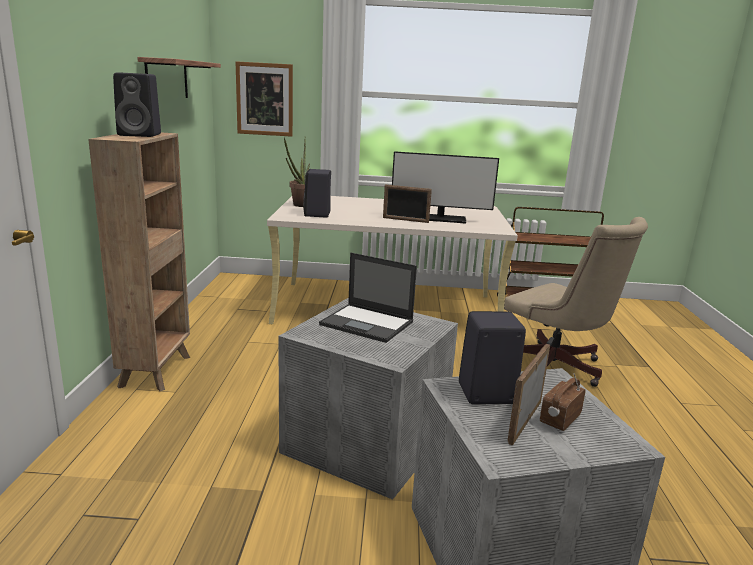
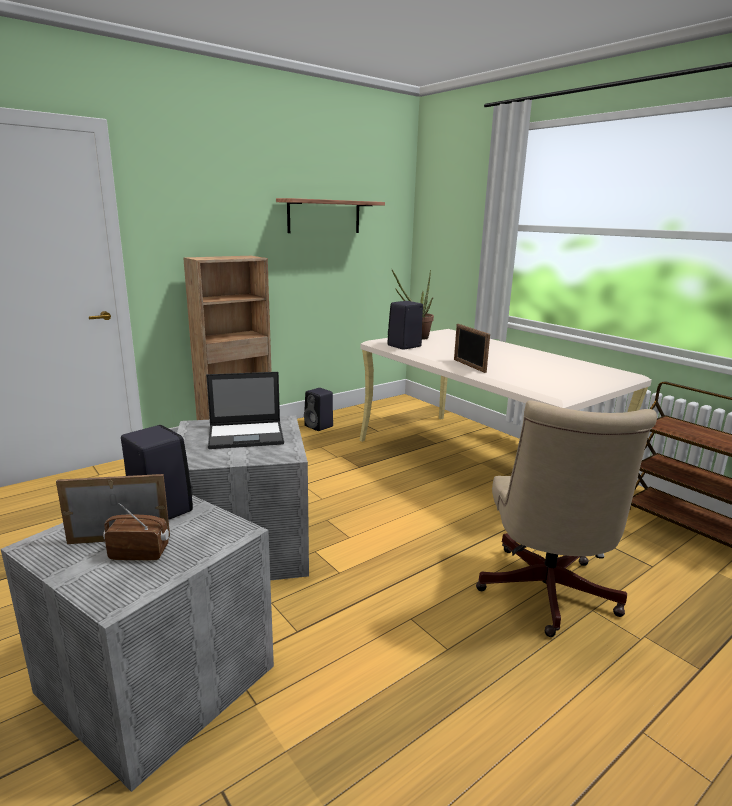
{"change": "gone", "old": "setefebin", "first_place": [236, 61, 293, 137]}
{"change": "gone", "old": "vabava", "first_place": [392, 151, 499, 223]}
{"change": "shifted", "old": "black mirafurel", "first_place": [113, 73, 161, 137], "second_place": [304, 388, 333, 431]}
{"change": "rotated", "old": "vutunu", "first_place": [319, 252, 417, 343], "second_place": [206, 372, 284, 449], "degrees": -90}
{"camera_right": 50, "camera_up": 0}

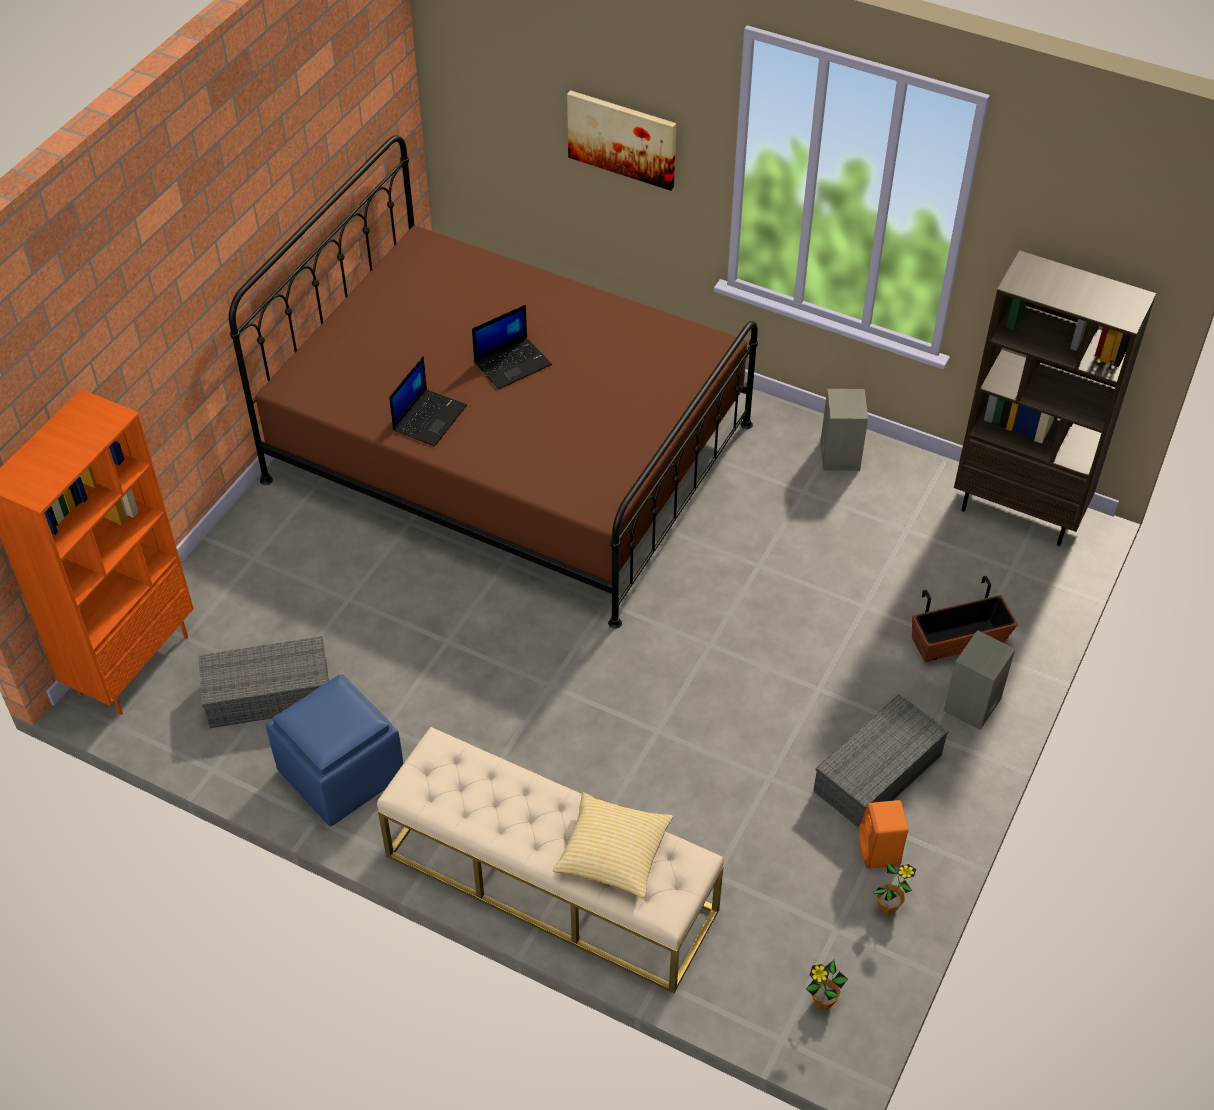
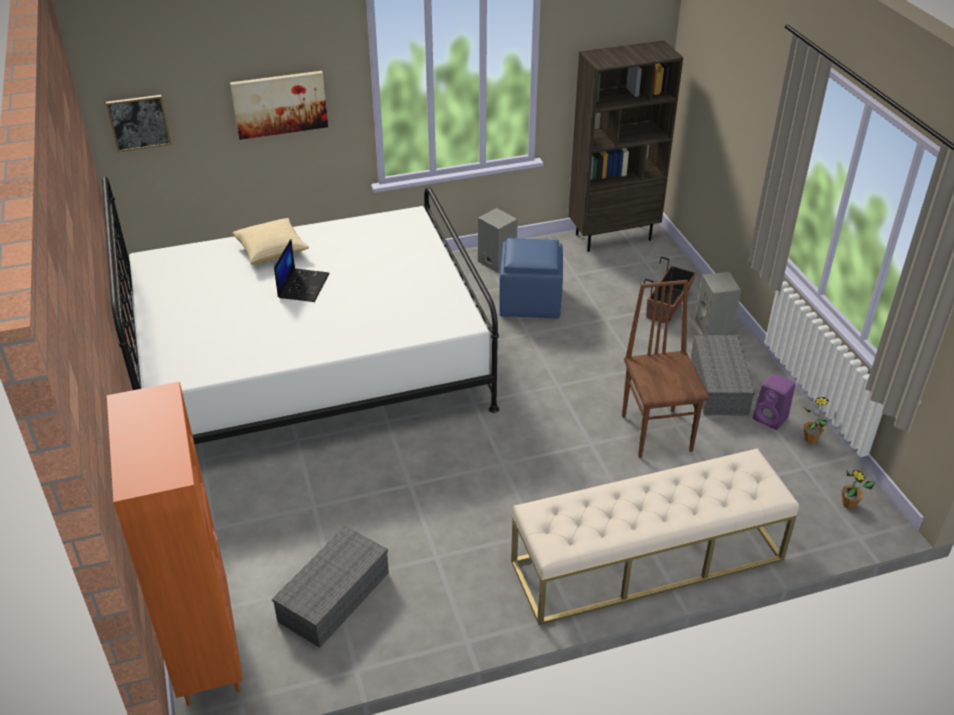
{"change": "gone", "old": "vutunu", "first_place": [389, 356, 467, 446]}
{"change": "new", "new": "setefebin", "second_place": [106, 95, 172, 152]}
{"change": "new", "new": "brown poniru", "second_place": [622, 280, 709, 458]}
{"change": "shifted", "old": "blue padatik", "first_place": [266, 674, 403, 826], "second_place": [499, 238, 563, 319]}
{"change": "shifted", "old": "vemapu", "first_place": [553, 792, 673, 898], "second_place": [232, 218, 309, 264]}
{"change": "repainted", "old": "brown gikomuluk", "new": "white gikomuluk", "first_place": [229, 136, 758, 629], "second_place": [102, 176, 499, 444]}
{"change": "repainted", "old": "orange mirafurel", "new": "purple mirafurel", "first_place": [859, 800, 908, 869], "second_place": [753, 373, 796, 430]}
{"camera_right": -45, "camera_up": -10}

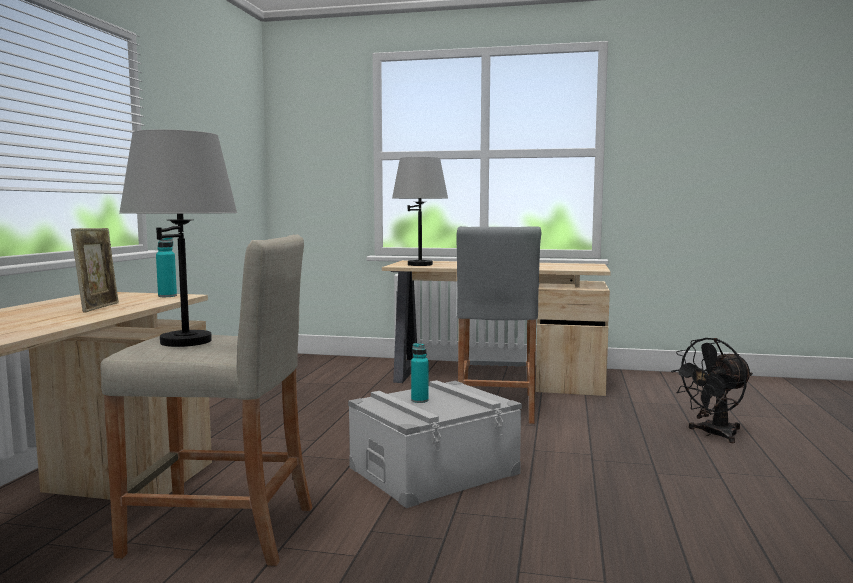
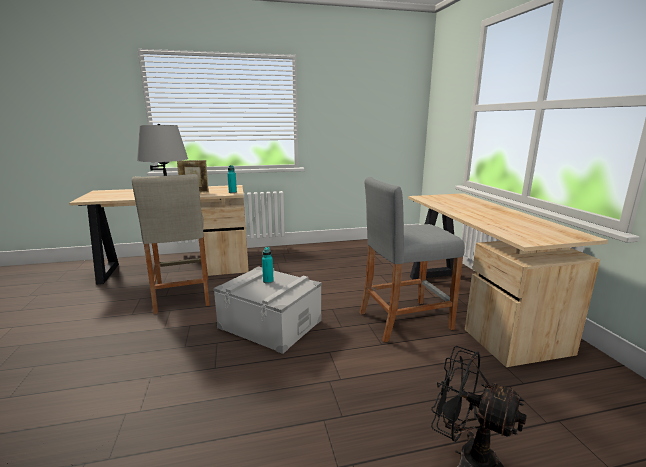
{"change": "gone", "old": "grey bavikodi", "first_place": [392, 157, 448, 266]}
{"camera_right": 65, "camera_up": 10}

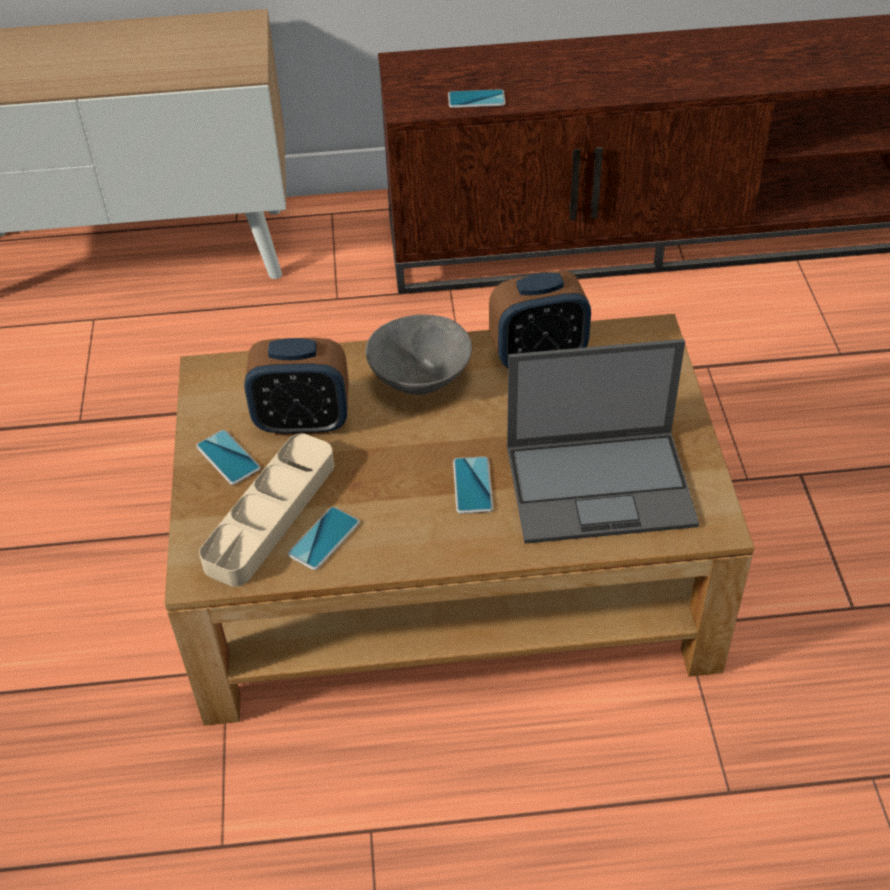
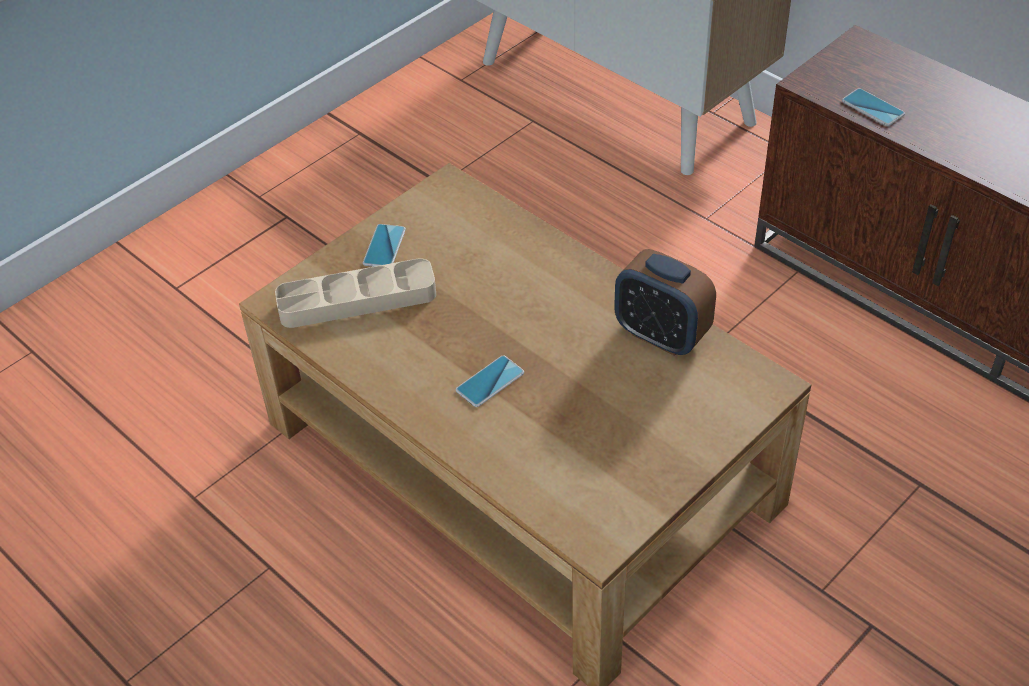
{"change": "gone", "old": "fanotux", "first_place": [244, 338, 349, 435]}
{"change": "gone", "old": "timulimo", "first_place": [288, 507, 360, 570]}
{"change": "gone", "old": "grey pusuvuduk", "first_place": [365, 314, 472, 395]}
{"change": "gone", "old": "vutunu", "first_place": [507, 339, 699, 544]}
{"camera_right": 50, "camera_up": 0}

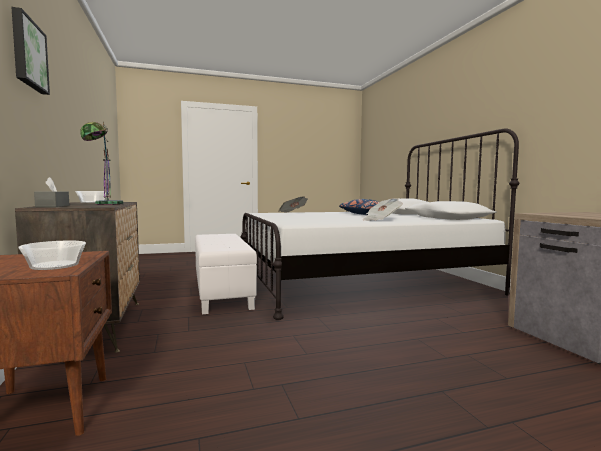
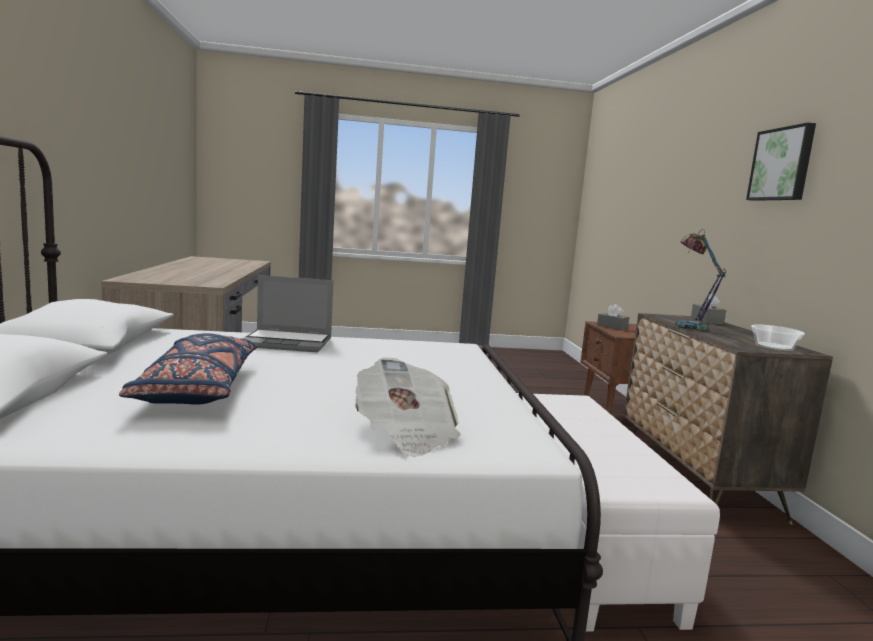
{"change": "swapped", "old": "pusuvuduk", "new": "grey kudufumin", "first_place": [18, 241, 86, 270], "second_place": [597, 304, 630, 330]}
{"change": "swapped", "old": "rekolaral", "new": "vutunu", "first_place": [362, 198, 403, 221], "second_place": [243, 275, 334, 352]}
{"camera_right": -170, "camera_up": 5}

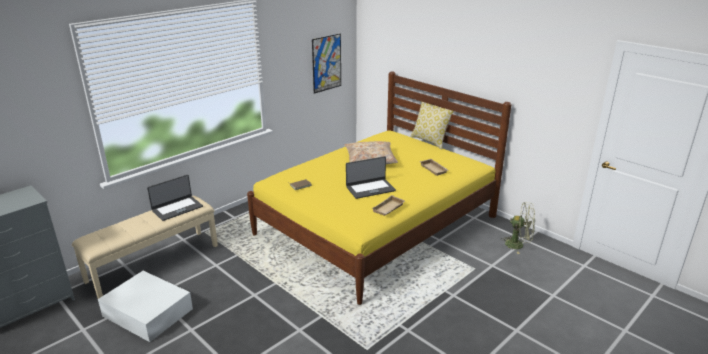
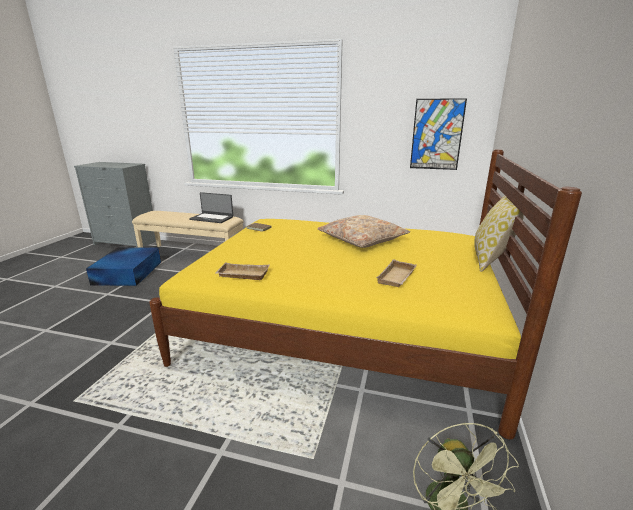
{"change": "gone", "old": "vutunu", "first_place": [346, 156, 396, 199]}
{"change": "repainted", "old": "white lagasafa", "new": "blue lagasafa", "first_place": [98, 271, 193, 342], "second_place": [86, 247, 161, 286]}
{"camera_right": 60, "camera_up": -5}

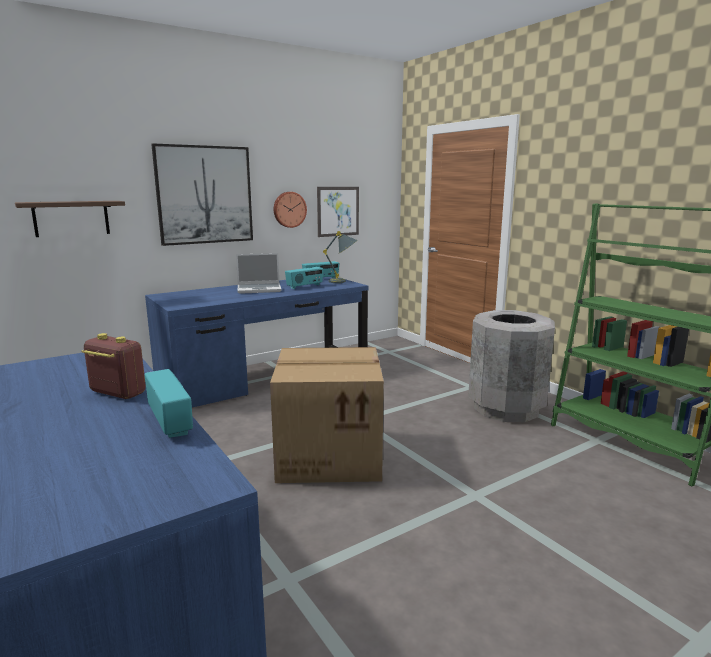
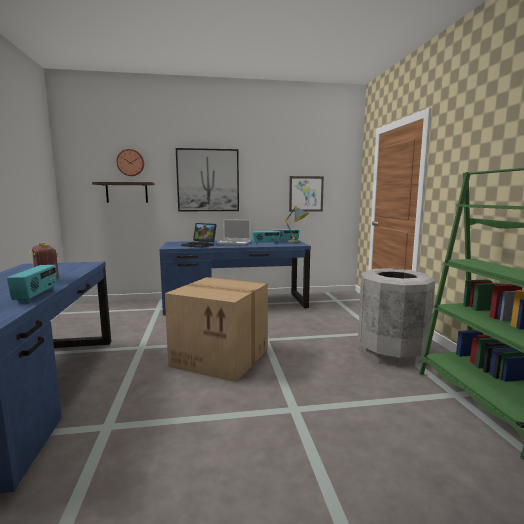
{"change": "new", "new": "vutunu", "second_place": [181, 223, 217, 248]}
{"change": "shifted", "old": "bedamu", "first_place": [274, 192, 307, 228], "second_place": [116, 149, 144, 176]}
{"camera_right": 25, "camera_up": -5}

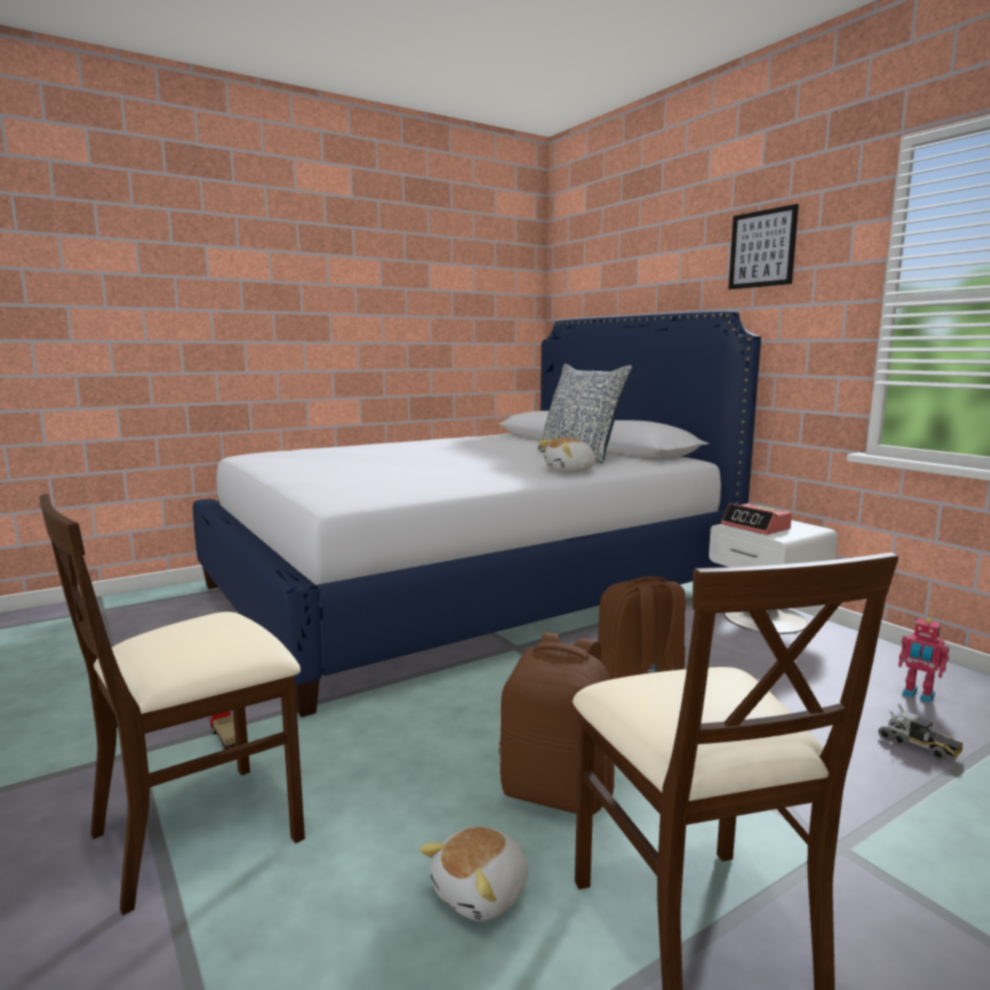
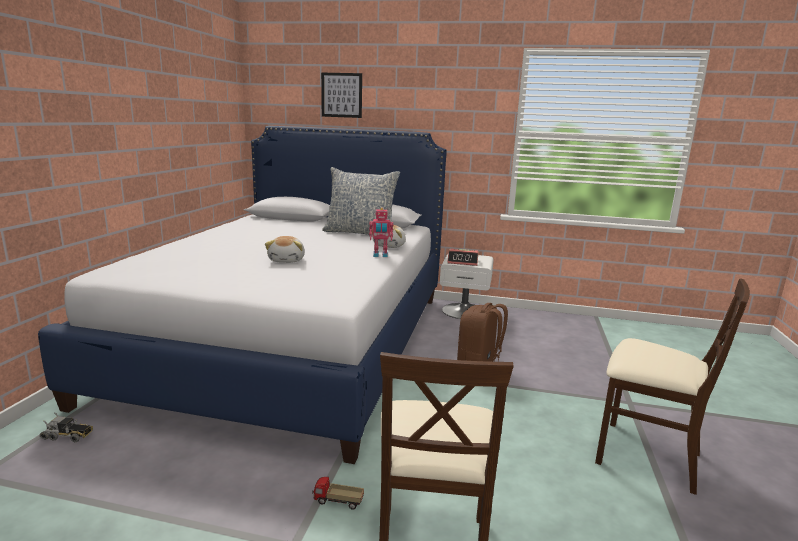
{"change": "gone", "old": "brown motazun", "first_place": [499, 632, 615, 815]}
{"change": "shifted", "old": "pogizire", "first_place": [419, 827, 528, 921], "second_place": [265, 236, 305, 263]}
{"change": "shifted", "old": "setefebin", "first_place": [728, 204, 799, 289], "second_place": [321, 72, 362, 118]}
{"change": "shifted", "old": "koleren", "first_place": [878, 704, 963, 761], "second_place": [40, 412, 93, 442]}
{"change": "shifted", "old": "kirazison", "first_place": [898, 617, 949, 703], "second_place": [369, 208, 393, 257]}
{"camera_right": -45, "camera_up": 5}

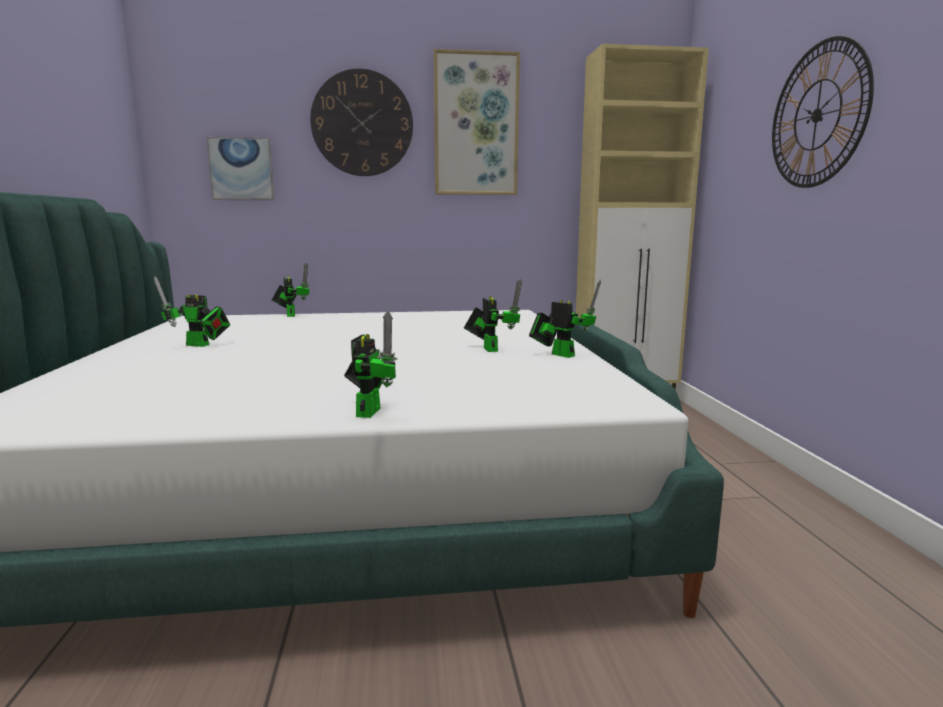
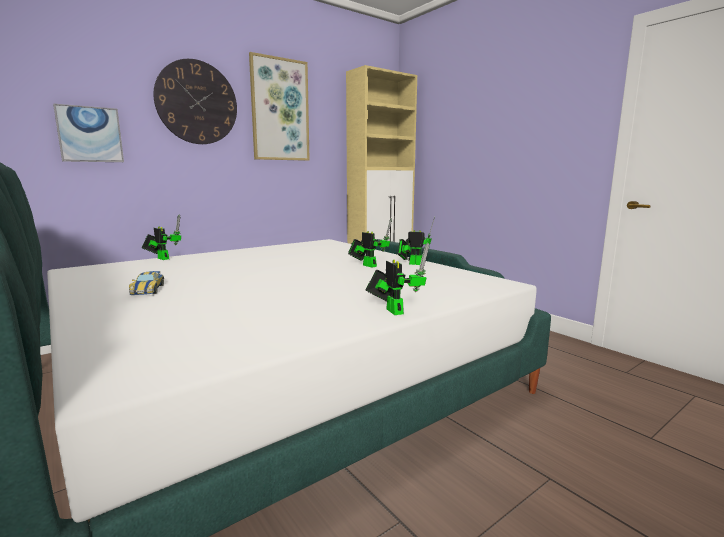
{"change": "gone", "old": "bedamu", "first_place": [772, 36, 874, 188]}
{"change": "swapped", "old": "kirazison", "new": "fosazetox", "first_place": [154, 276, 230, 347], "second_place": [129, 271, 164, 295]}
{"camera_right": -30, "camera_up": 0}

